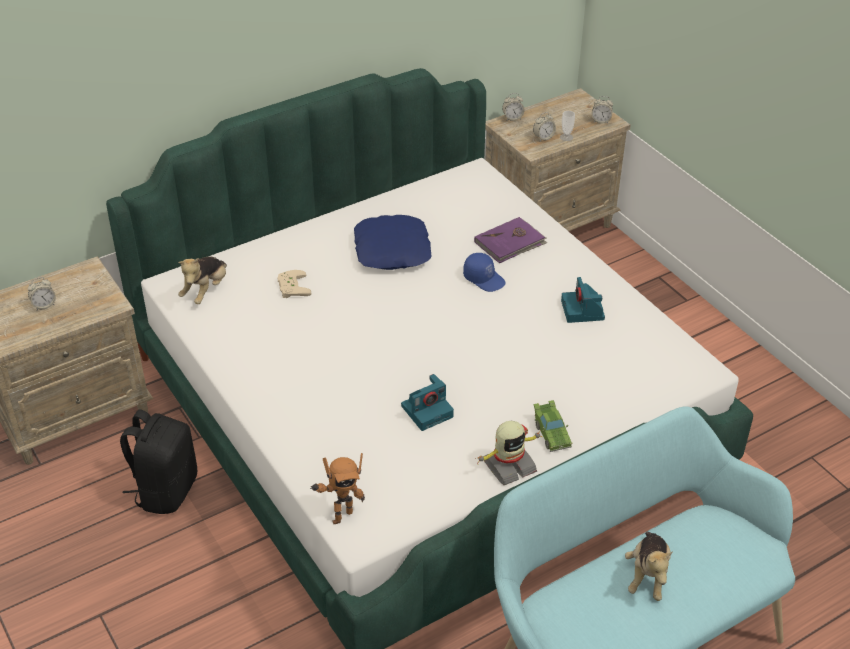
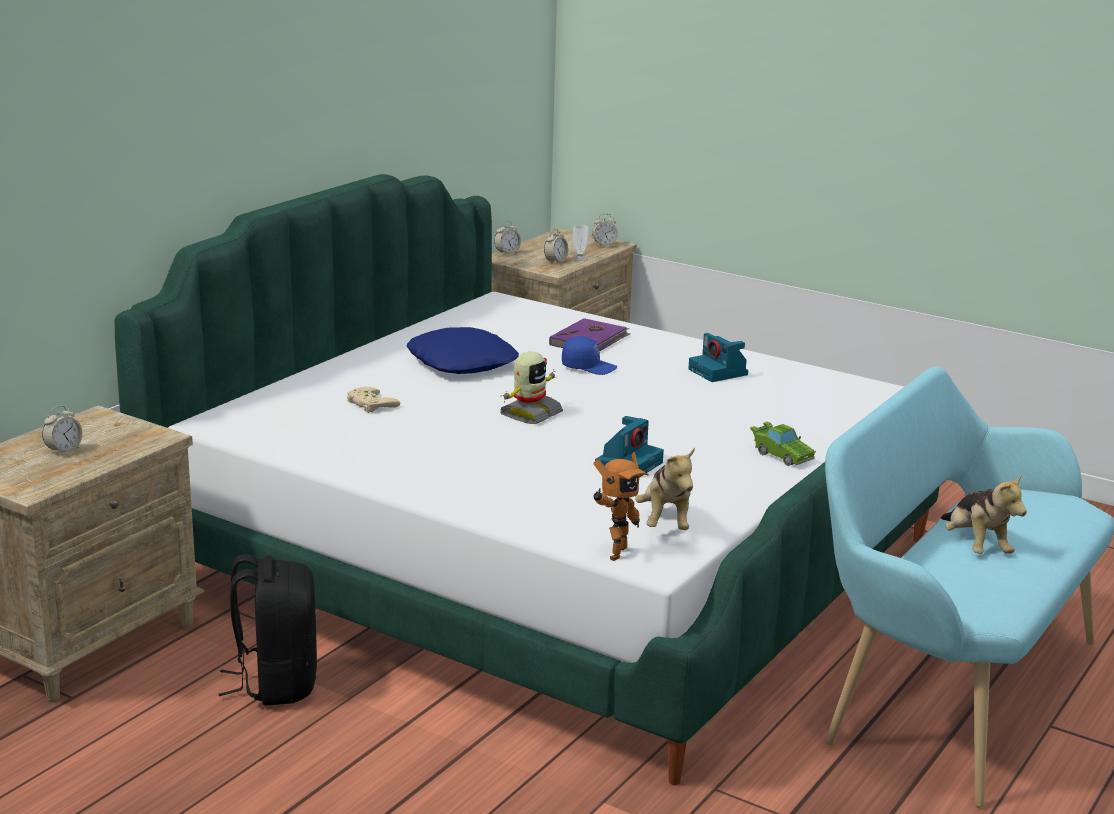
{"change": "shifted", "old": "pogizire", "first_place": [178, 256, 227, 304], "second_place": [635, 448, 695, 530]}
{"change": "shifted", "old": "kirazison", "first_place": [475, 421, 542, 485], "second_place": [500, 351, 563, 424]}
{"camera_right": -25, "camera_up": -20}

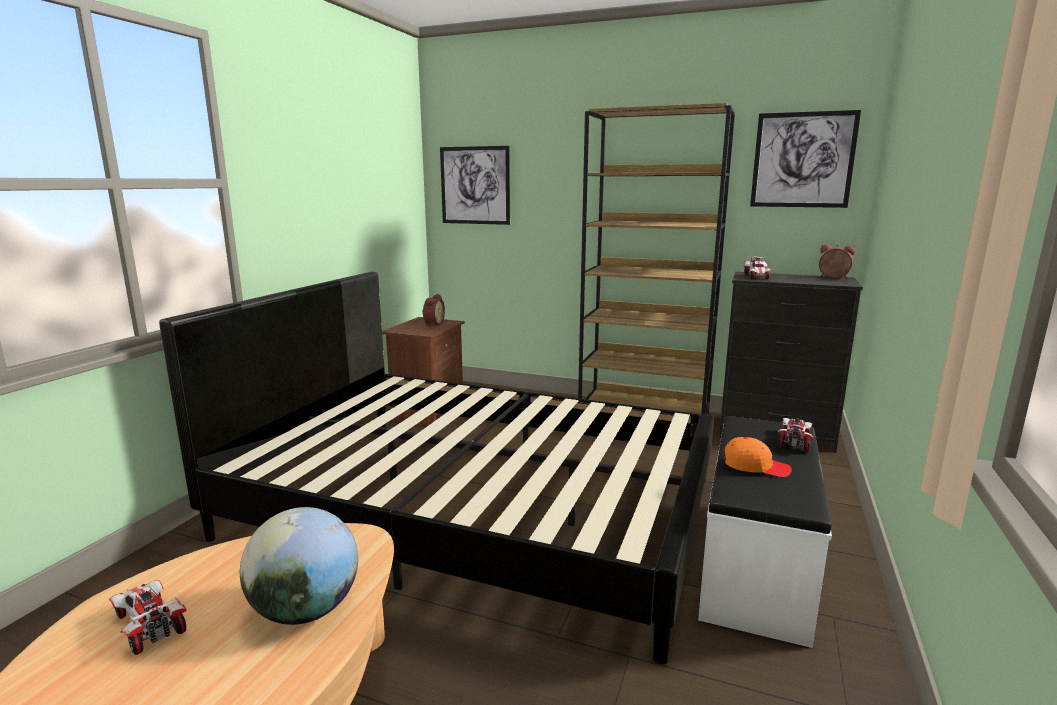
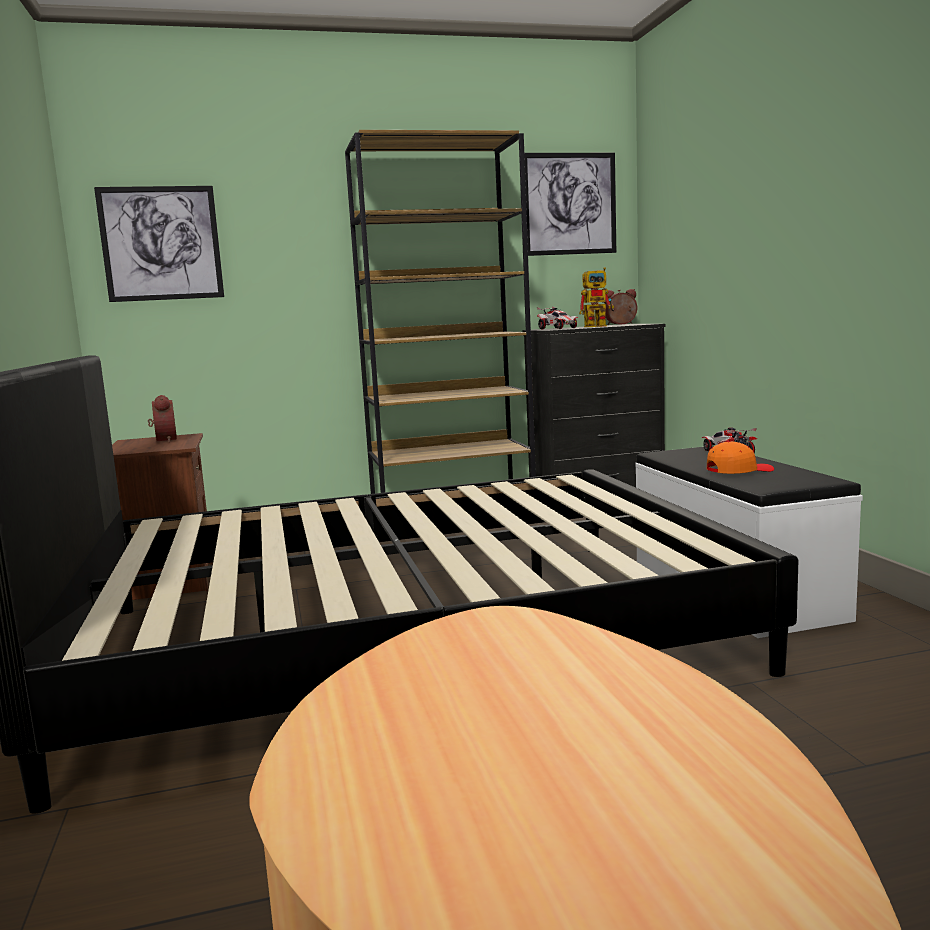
{"change": "gone", "old": "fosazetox", "first_place": [109, 580, 187, 655]}
{"change": "gone", "old": "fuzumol", "first_place": [240, 507, 358, 625]}
{"change": "new", "new": "kirazison", "second_place": [579, 267, 614, 327]}
{"camera_right": -35, "camera_up": -5}

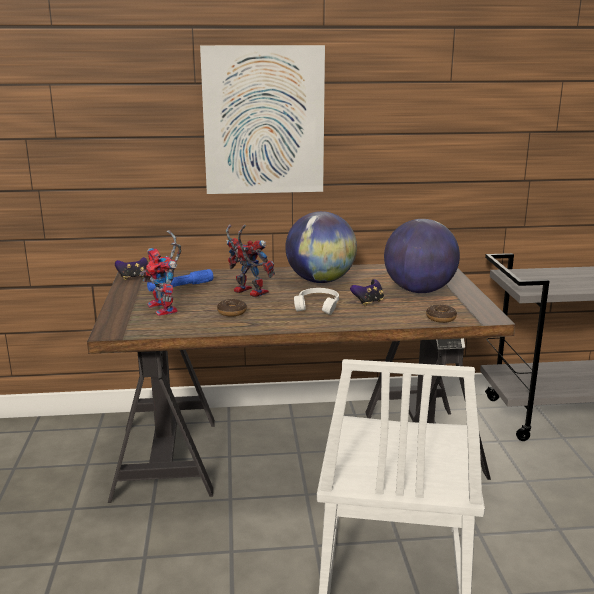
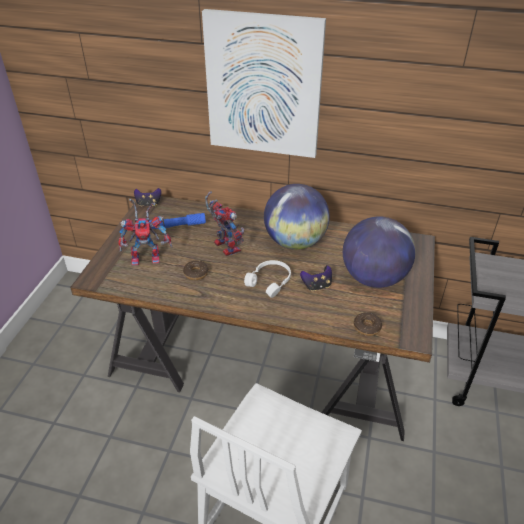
{"change": "rotated", "old": "kirazison", "first_place": [140, 230, 181, 316], "second_place": [118, 198, 172, 266], "degrees": -90}
{"camera_right": 20, "camera_up": 20}

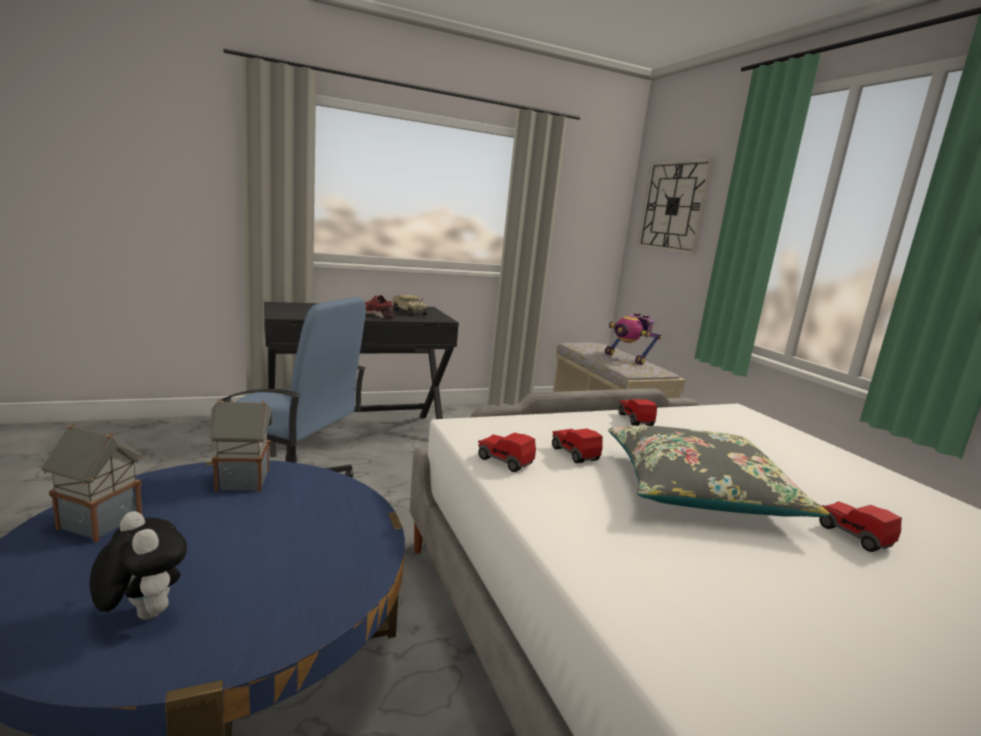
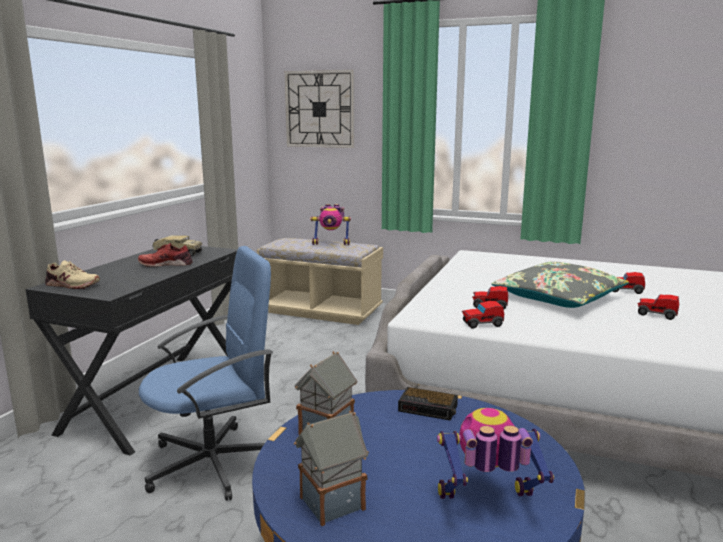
{"change": "new", "new": "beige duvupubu", "second_place": [45, 260, 100, 289]}
{"change": "new", "new": "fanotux", "second_place": [398, 387, 458, 421]}
{"change": "shifted", "old": "fosazetox", "first_place": [619, 399, 657, 426], "second_place": [637, 295, 679, 320]}
{"change": "swapped", "old": "pogizire", "new": "kirazison", "first_place": [90, 511, 187, 620], "second_place": [437, 408, 554, 499]}
{"camera_right": -45, "camera_up": 0}

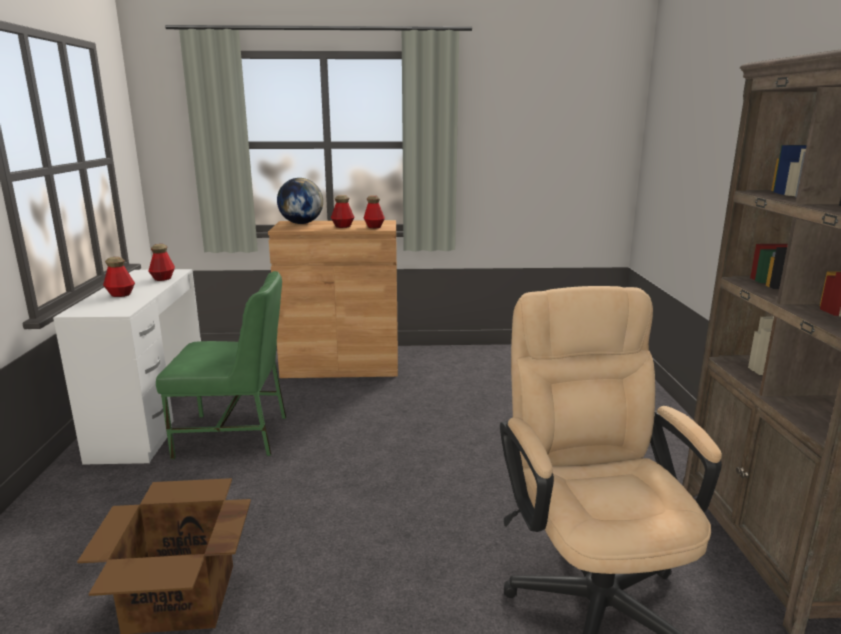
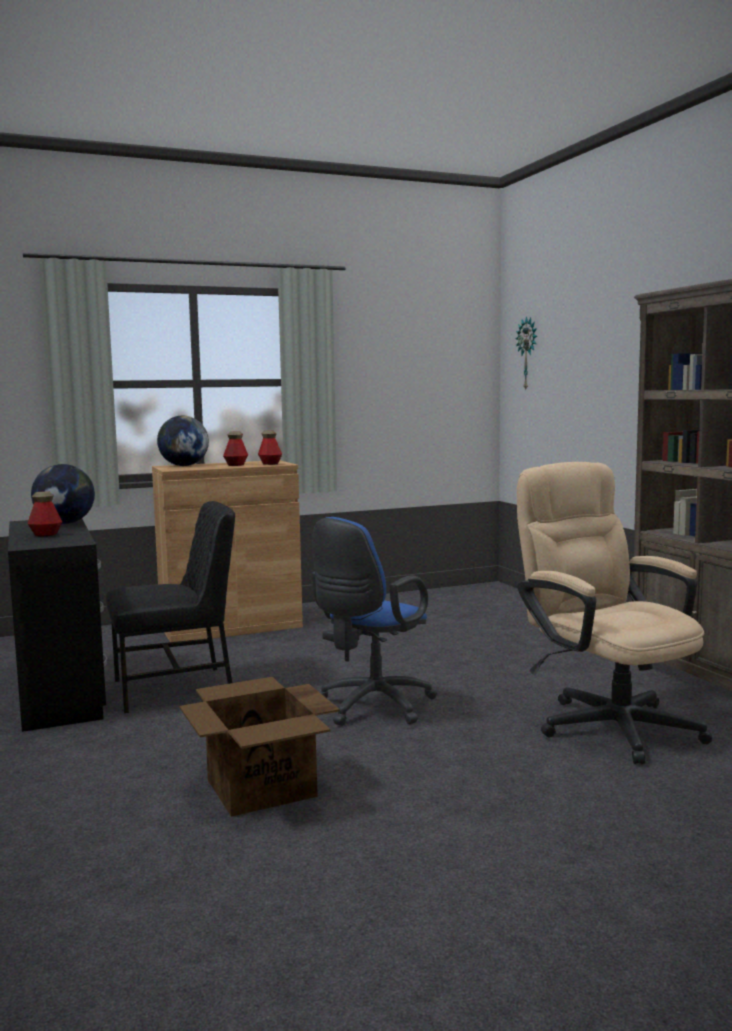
{"change": "new", "new": "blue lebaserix", "second_place": [311, 517, 437, 726]}
{"change": "new", "new": "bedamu", "second_place": [515, 316, 537, 391]}
{"change": "swapped", "old": "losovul", "new": "fuzumol", "first_place": [148, 244, 175, 281], "second_place": [31, 464, 95, 524]}
{"change": "repainted", "old": "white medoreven", "new": "black medoreven", "first_place": [53, 269, 201, 465], "second_place": [8, 518, 107, 732]}
{"change": "repainted", "old": "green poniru", "new": "black poniru", "first_place": [156, 271, 286, 459], "second_place": [106, 501, 235, 713]}
{"camera_right": -20, "camera_up": -10}

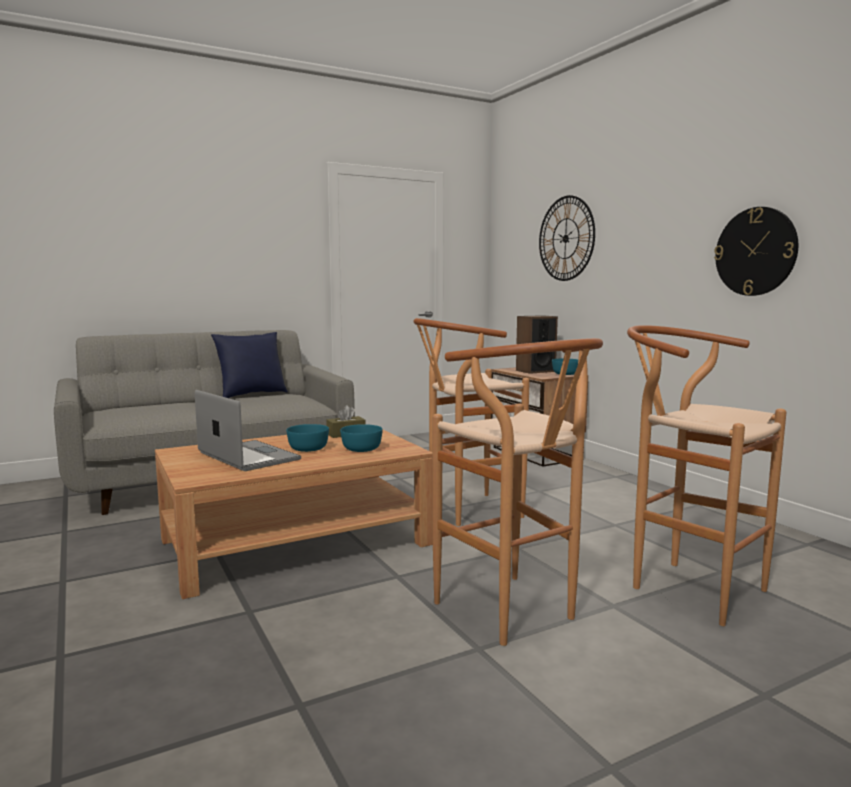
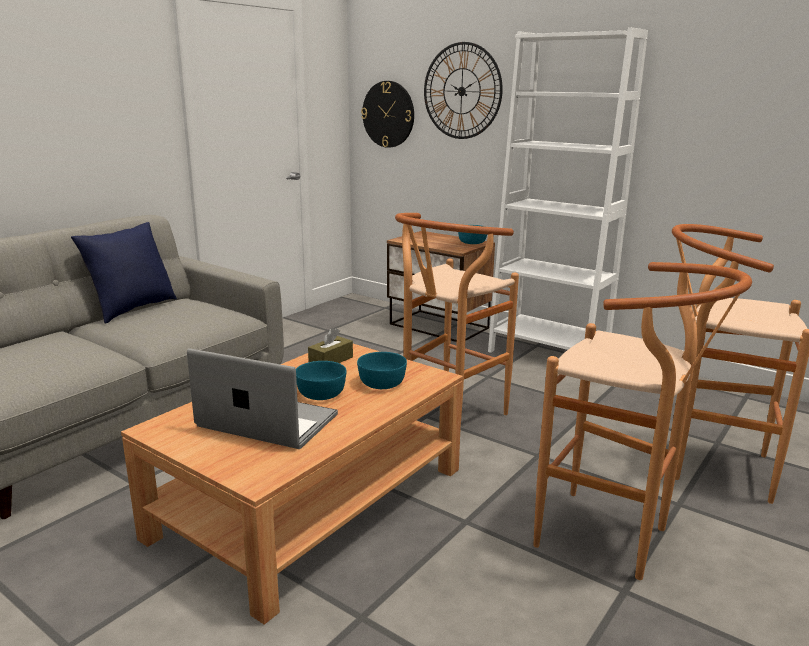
{"change": "gone", "old": "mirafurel", "first_place": [516, 315, 558, 374]}
{"change": "new", "new": "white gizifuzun", "second_place": [488, 27, 648, 353]}
{"change": "shifted", "old": "bedamu", "first_place": [714, 207, 798, 296], "second_place": [361, 81, 414, 148]}
{"camera_right": -25, "camera_up": 10}

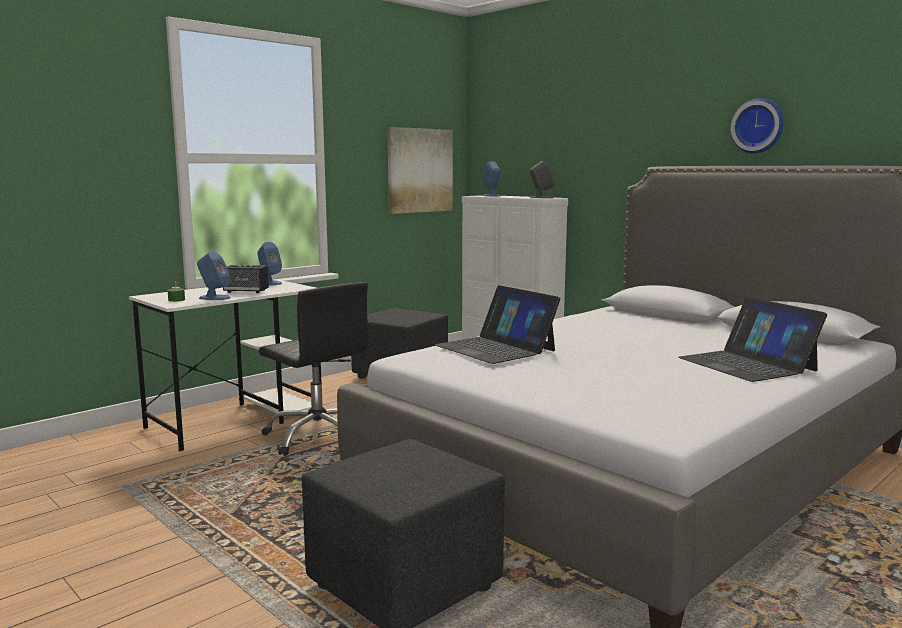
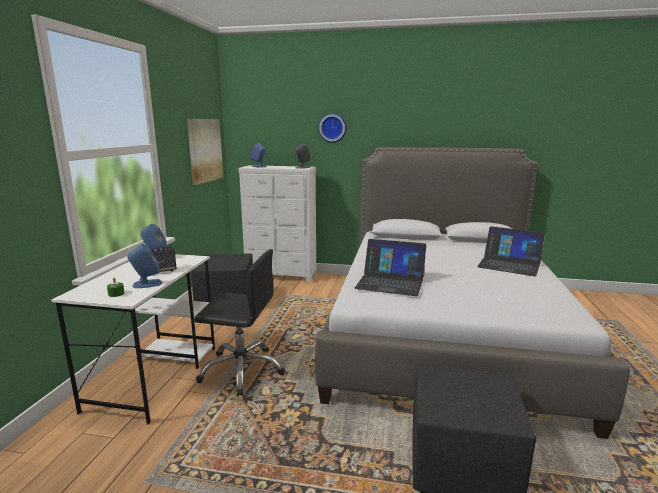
{"change": "shifted", "old": "bedamu", "first_place": [731, 98, 784, 154], "second_place": [319, 113, 347, 143]}
{"camera_right": -35, "camera_up": 5}

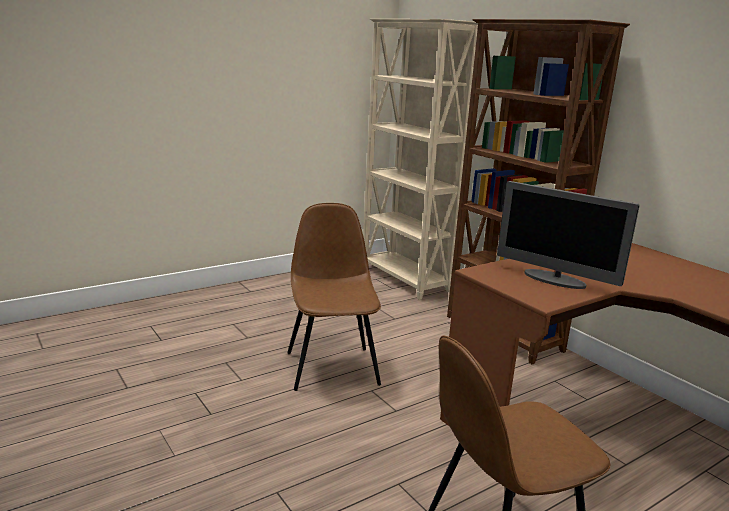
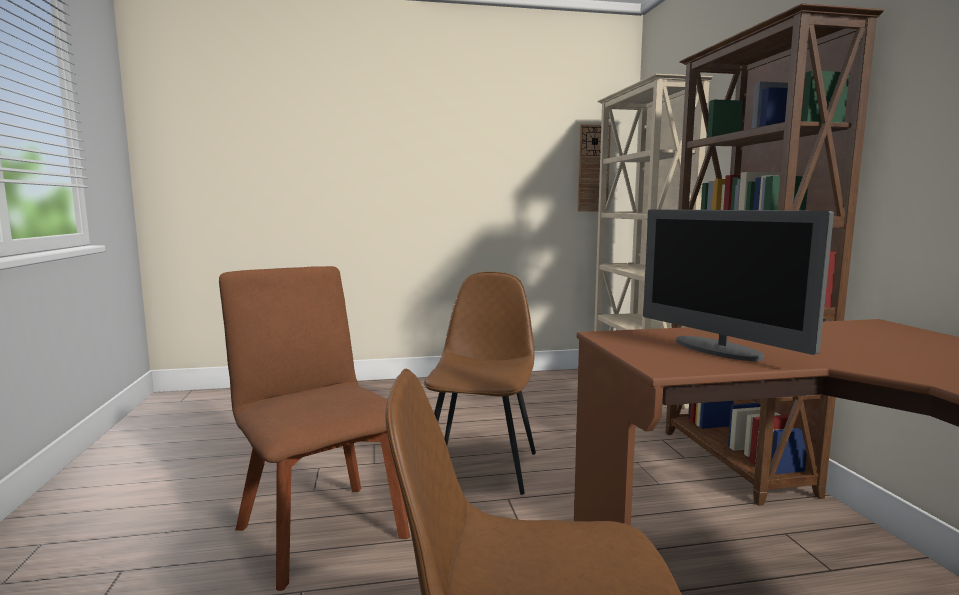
{"change": "new", "new": "brown poniru", "second_place": [219, 266, 410, 591]}
{"change": "new", "new": "bedamu", "second_place": [577, 124, 611, 212]}
{"camera_right": 25, "camera_up": -10}

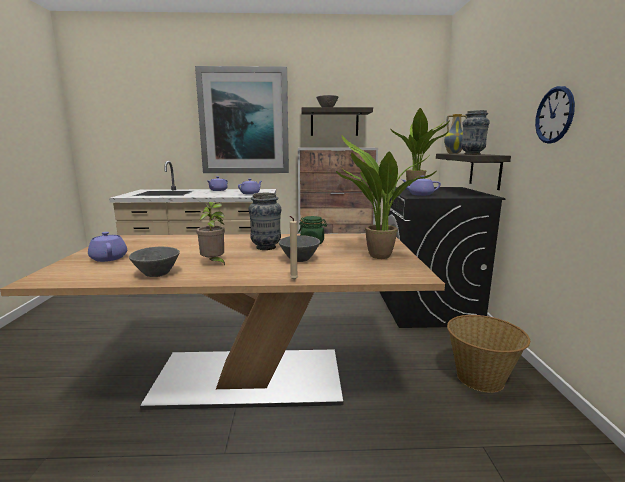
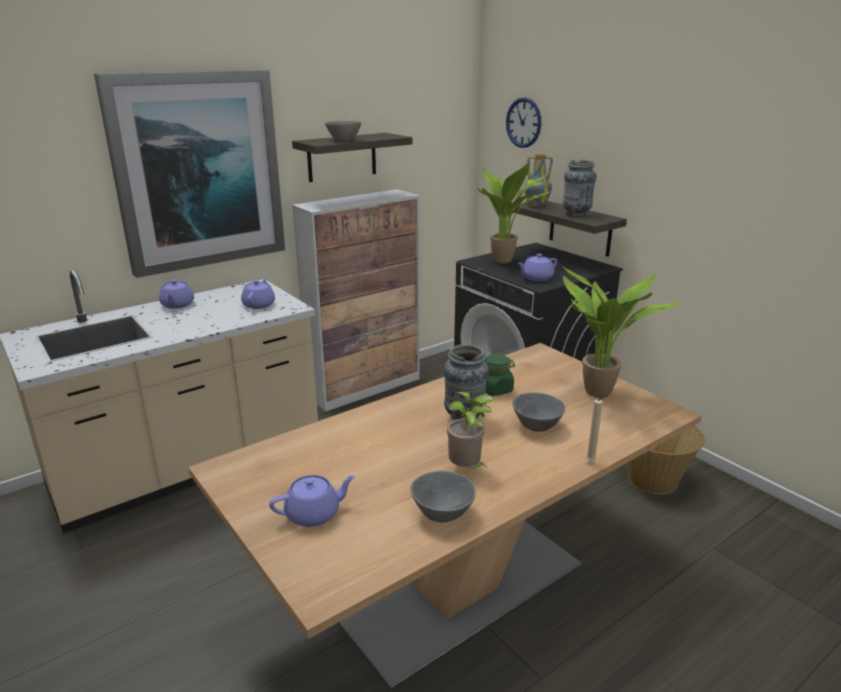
{"change": "shifted", "old": "bedamu", "first_place": [535, 86, 575, 144], "second_place": [506, 97, 541, 148]}
{"change": "rotated", "old": "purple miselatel", "first_place": [88, 232, 127, 262], "second_place": [269, 475, 356, 527], "degrees": 135}
{"camera_right": -35, "camera_up": 10}

